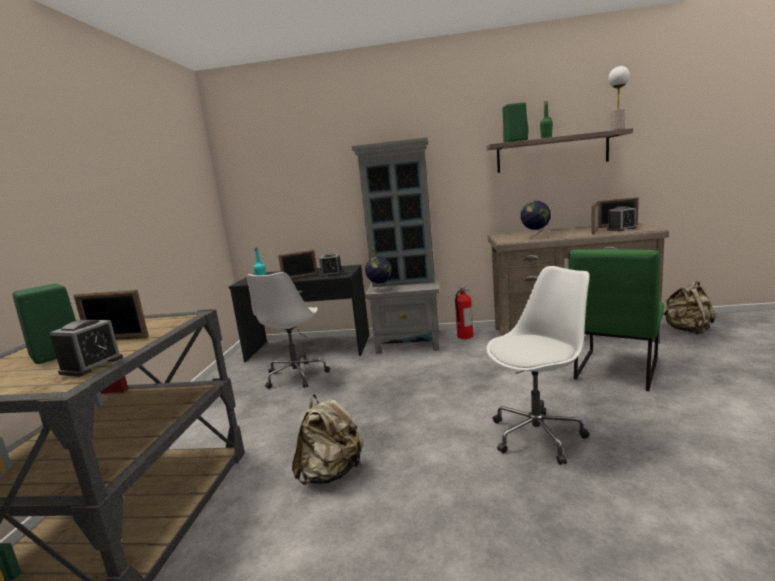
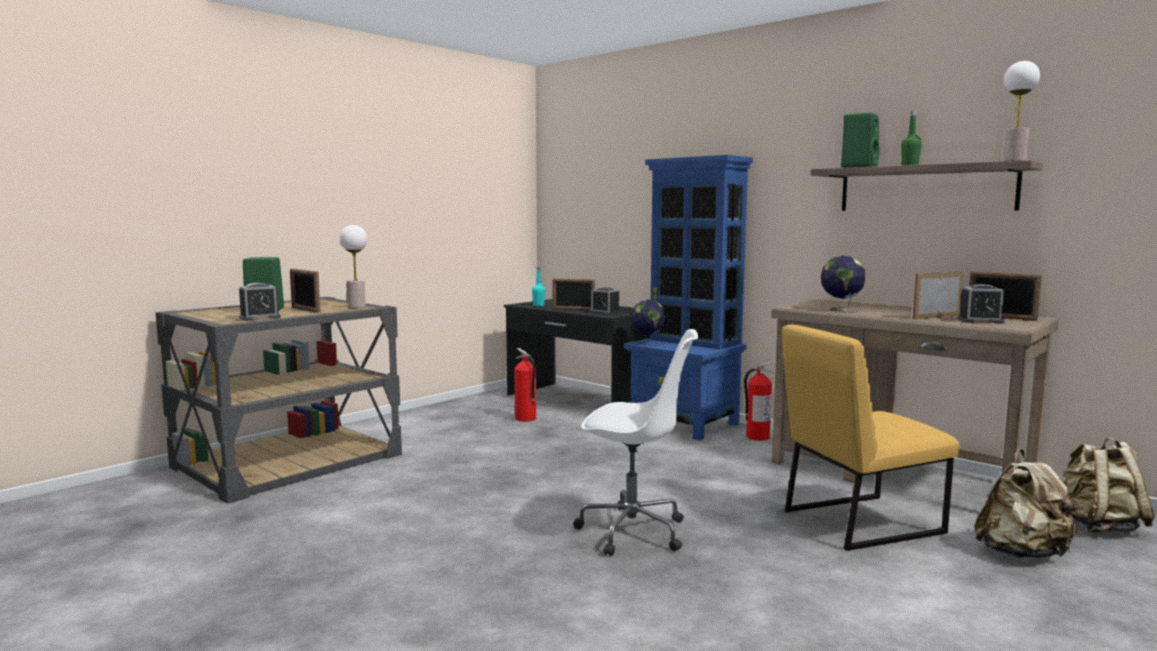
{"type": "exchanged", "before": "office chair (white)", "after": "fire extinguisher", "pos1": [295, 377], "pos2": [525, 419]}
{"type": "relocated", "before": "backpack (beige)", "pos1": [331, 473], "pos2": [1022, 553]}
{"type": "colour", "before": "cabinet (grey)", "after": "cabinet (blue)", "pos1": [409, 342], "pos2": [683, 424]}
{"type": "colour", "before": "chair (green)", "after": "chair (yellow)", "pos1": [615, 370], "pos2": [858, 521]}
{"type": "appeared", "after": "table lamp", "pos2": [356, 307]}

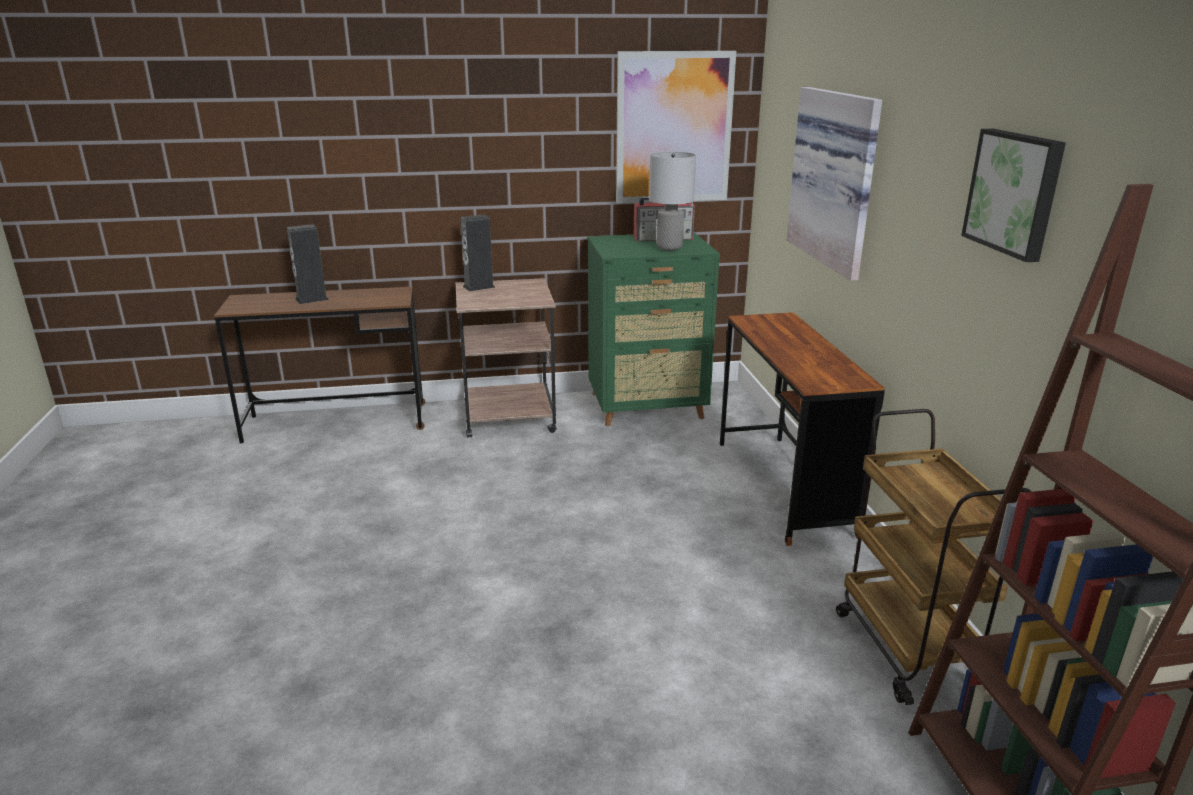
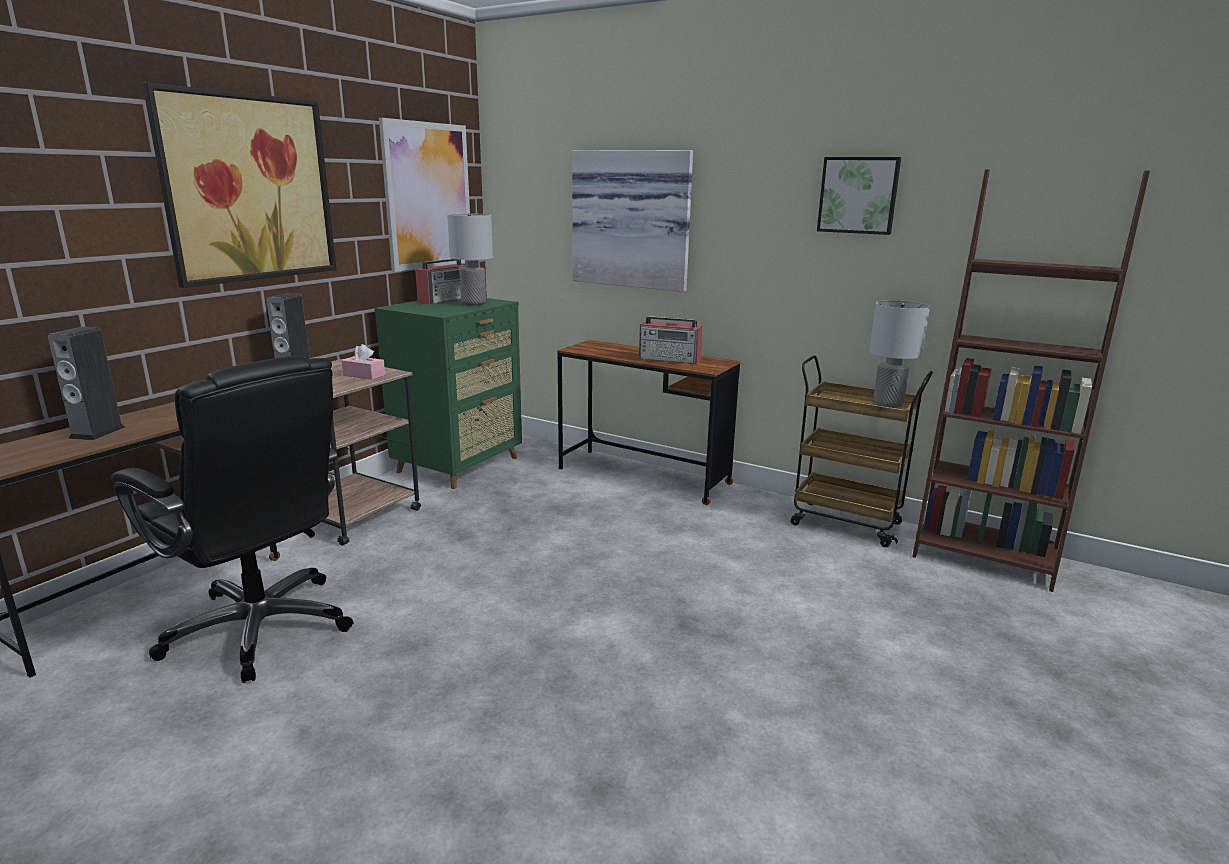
{"type": "appeared", "after": "office chair (black)", "pos2": [260, 627]}
{"type": "appeared", "after": "picture", "pos2": [249, 188]}
{"type": "appeared", "after": "tissue box (pink)", "pos2": [364, 375]}
{"type": "appeared", "after": "radio", "pos2": [670, 360]}
{"type": "appeared", "after": "table lamp (grey)", "pos2": [887, 406]}

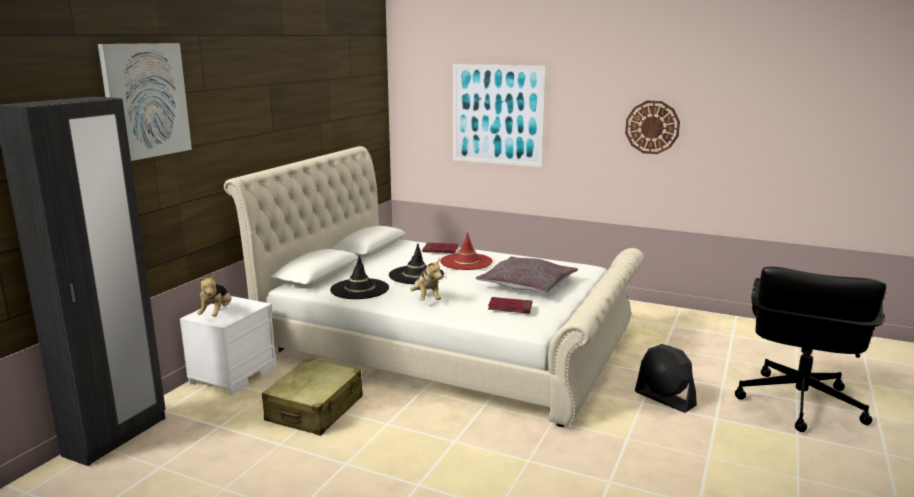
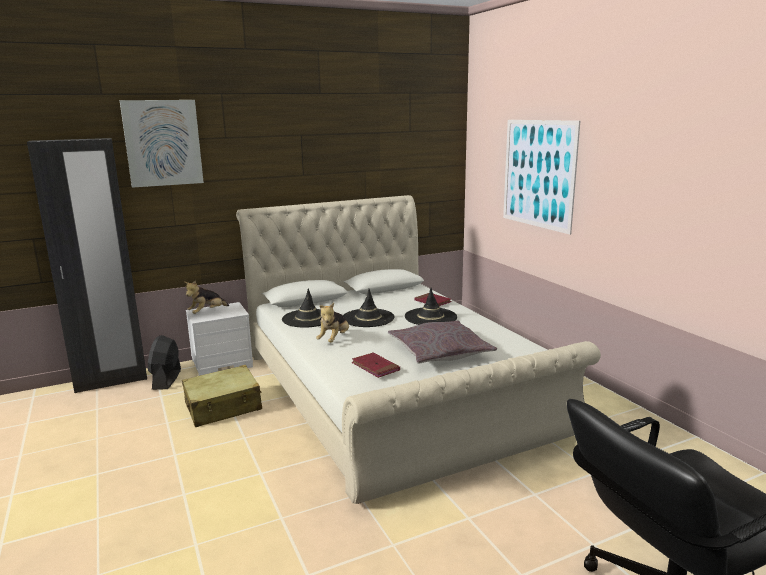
{"type": "colour", "before": "hat (red)", "after": "hat (black)", "pos1": [466, 262], "pos2": [430, 317]}
{"type": "missing", "before": "wall clock", "pos1": [652, 127]}
{"type": "relocated", "before": "fan (black)", "pos1": [665, 399], "pos2": [166, 379]}

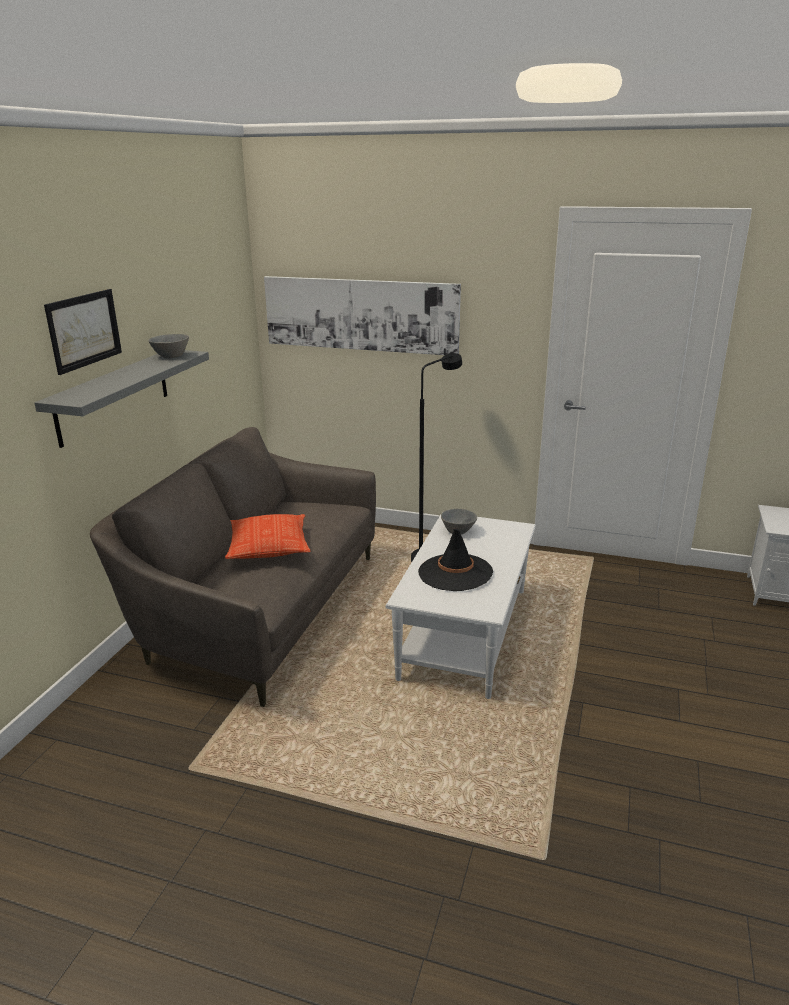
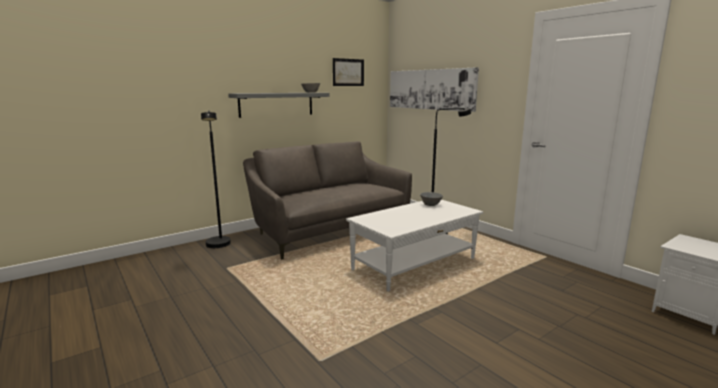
{"type": "relocated", "before": "picture", "pos1": [84, 330], "pos2": [348, 72]}
{"type": "missing", "before": "pillow (orange)", "pos1": [269, 548]}
{"type": "missing", "before": "hat (black)", "pos1": [455, 573]}
{"type": "appeared", "after": "floor lamp (black)", "pos2": [219, 246]}

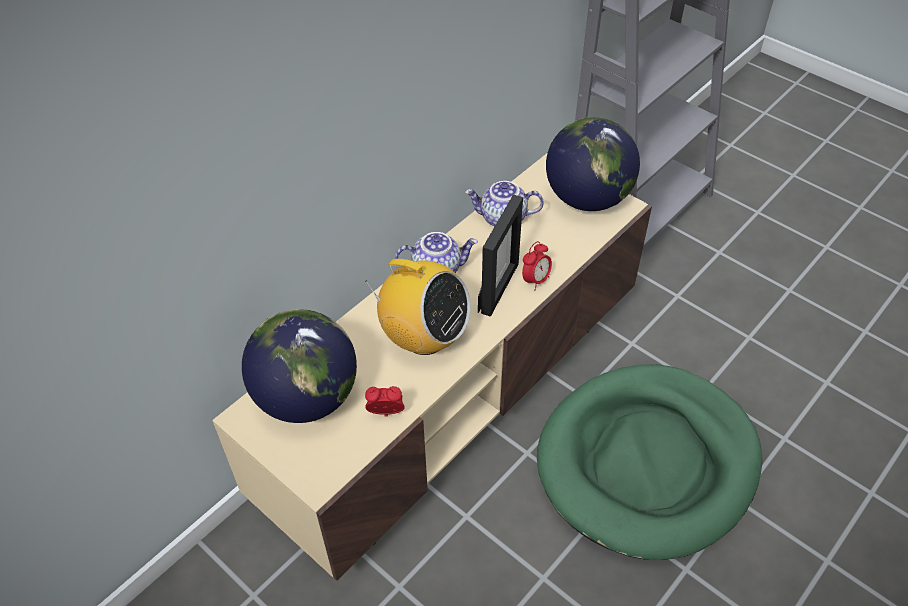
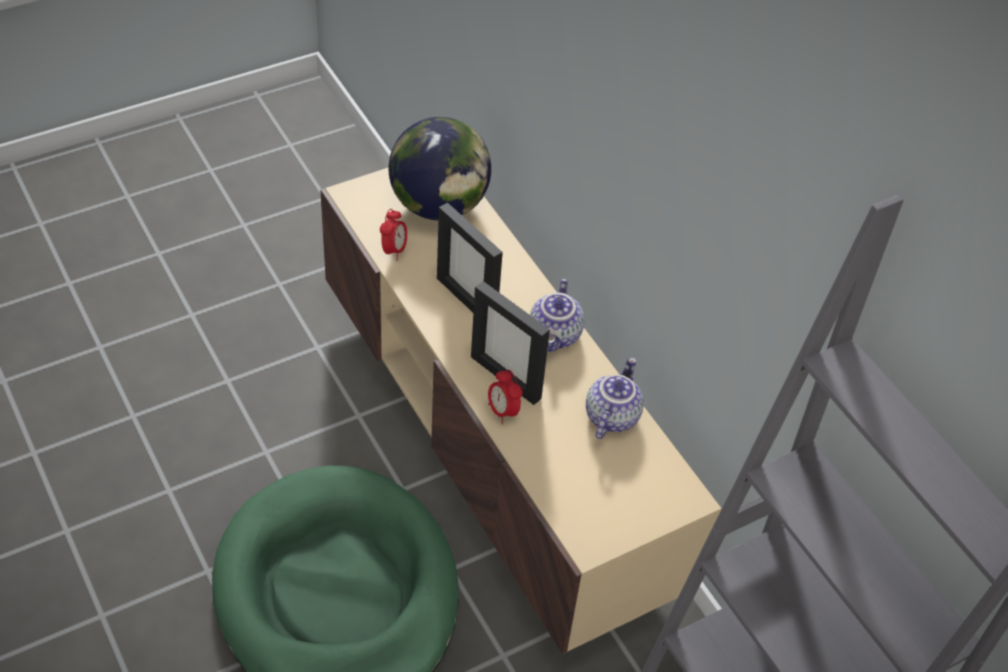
{"type": "exchanged", "before": "radio", "after": "picture frame", "pos1": [424, 338], "pos2": [468, 299]}
{"type": "missing", "before": "globe", "pos1": [587, 199]}

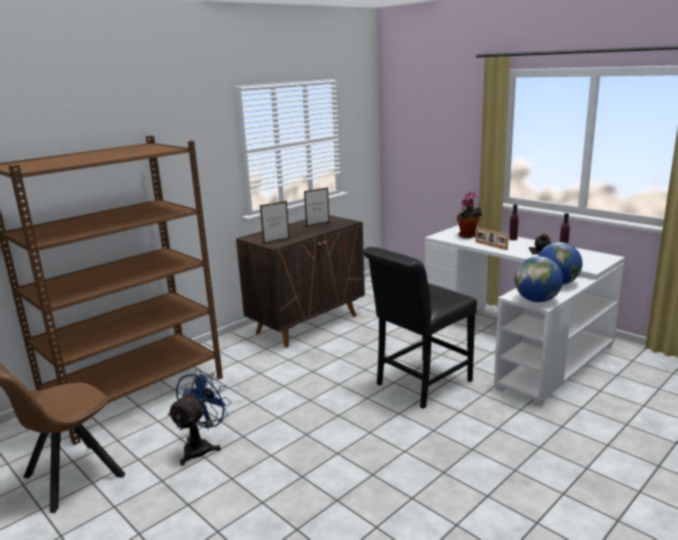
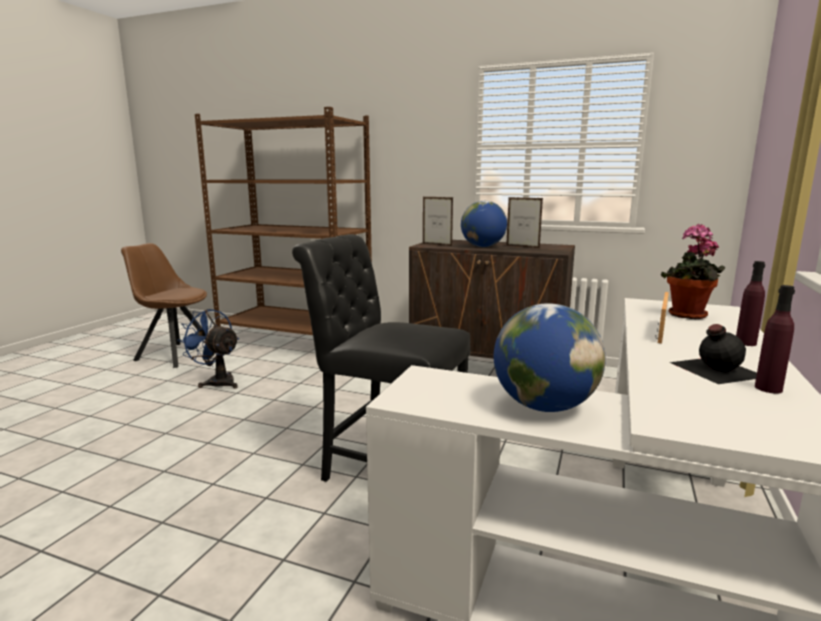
{"type": "spun", "before": "fan (blue)", "pos1": [202, 447], "pos2": [217, 382], "turn": -150}
{"type": "relocated", "before": "globe", "pos1": [536, 300], "pos2": [483, 246]}

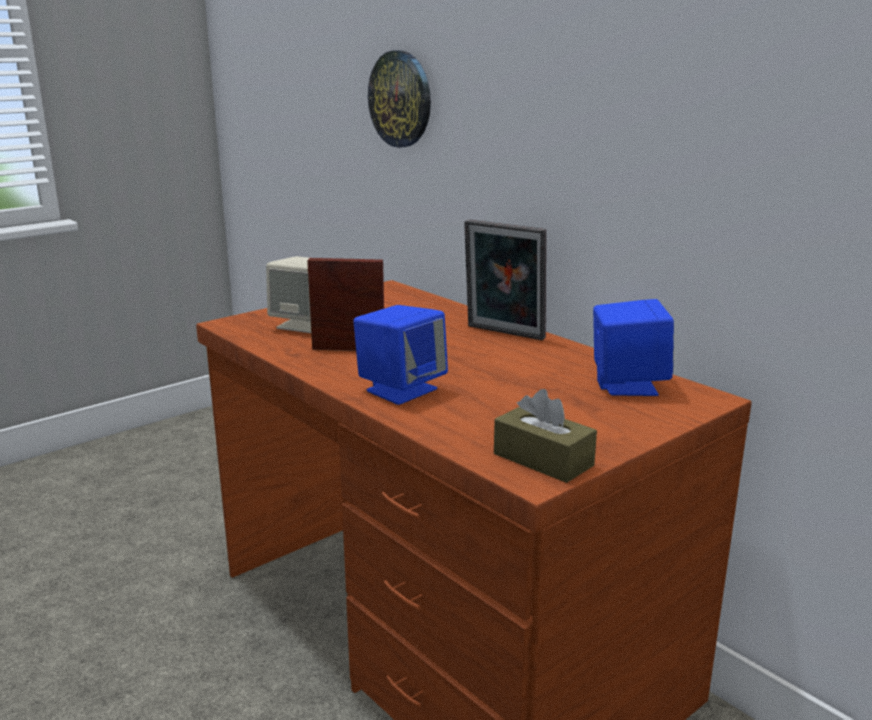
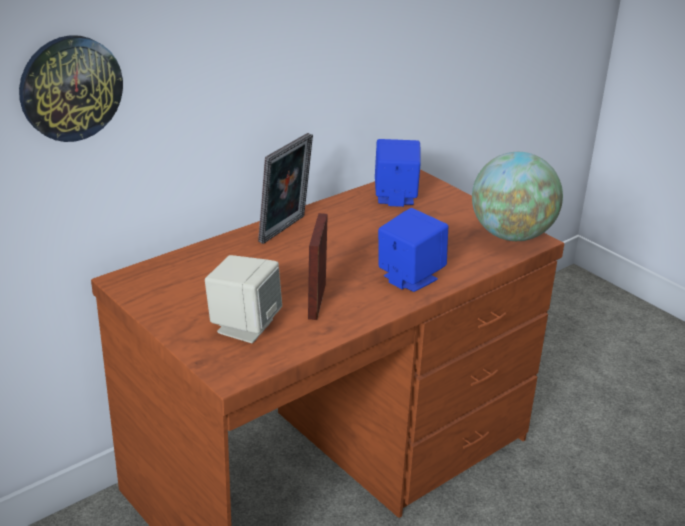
{"type": "exchanged", "before": "tissue box (brown)", "after": "globe", "pos1": [543, 460], "pos2": [511, 235]}

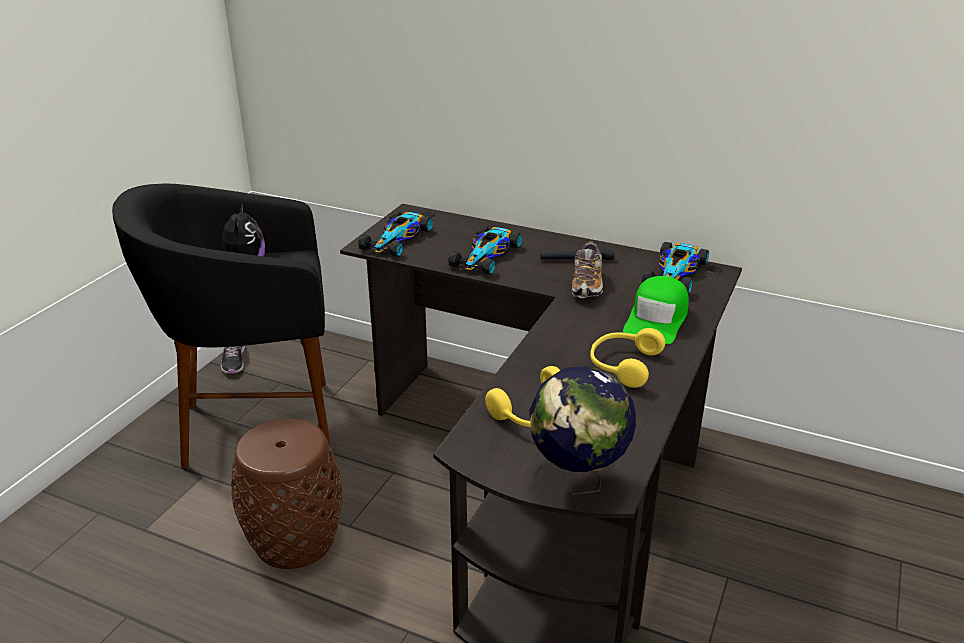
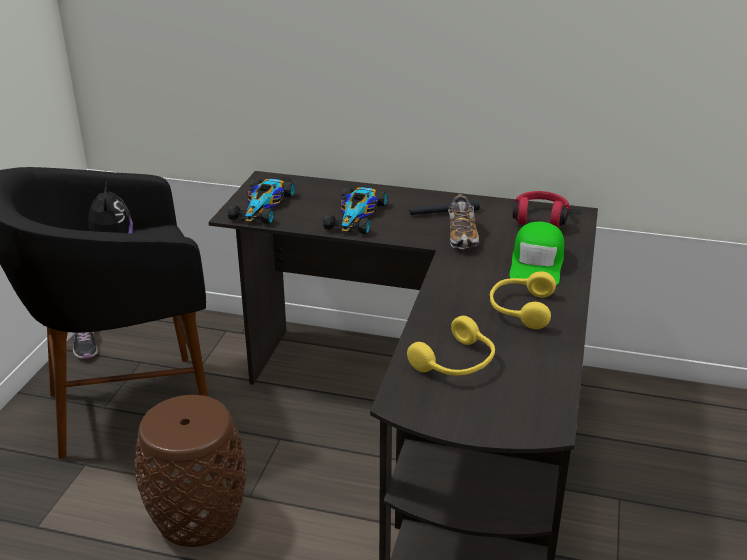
{"type": "missing", "before": "globe", "pos1": [577, 482]}
{"type": "exchanged", "before": "toy car", "after": "headphones (red)", "pos1": [675, 273], "pos2": [540, 218]}

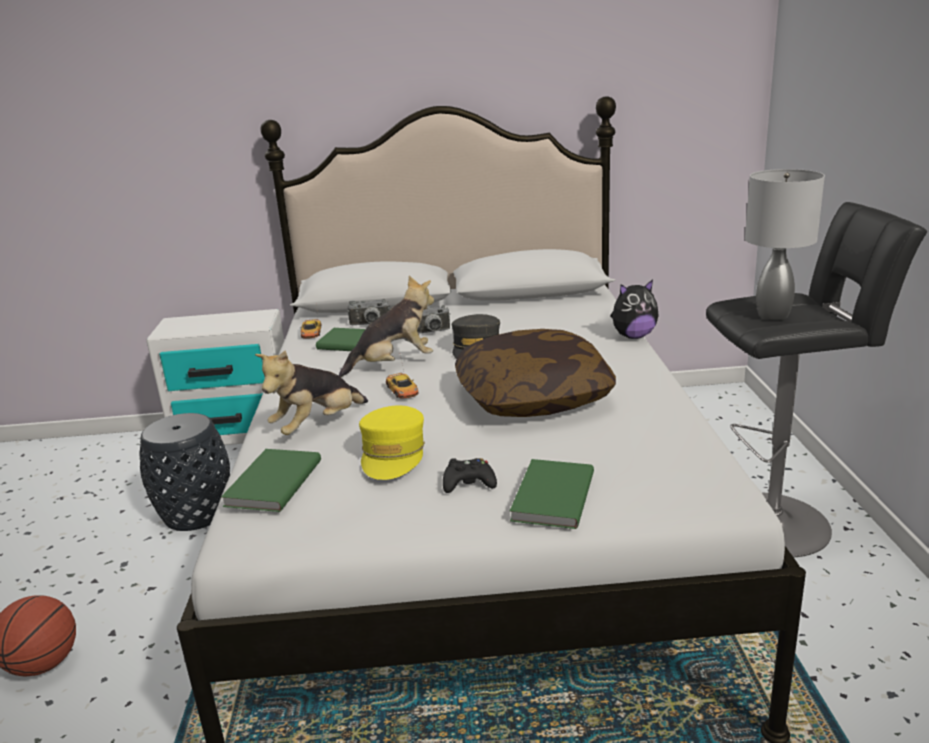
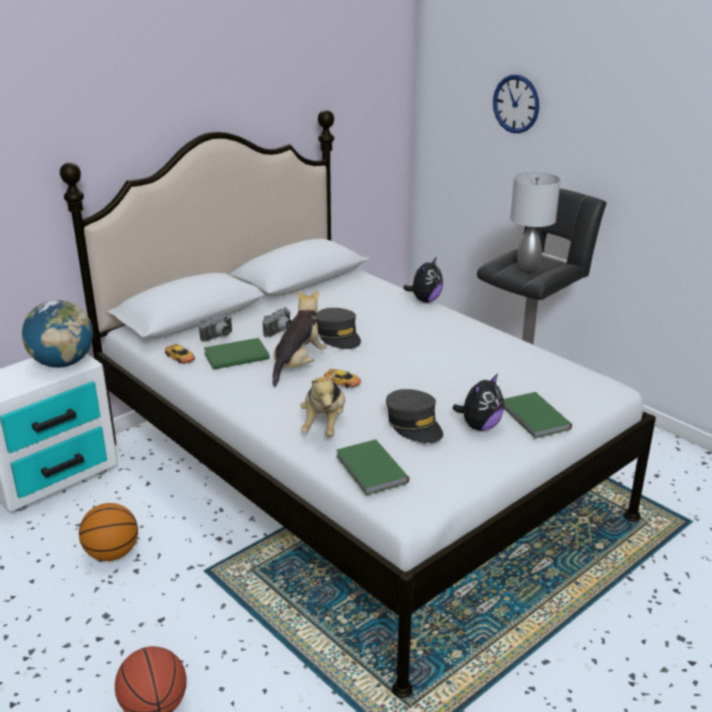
{"type": "exchanged", "before": "stool (black)", "after": "basketball", "pos1": [196, 514], "pos2": [112, 554]}
{"type": "colour", "before": "cap (yellow)", "after": "cap (grey)", "pos1": [393, 454], "pos2": [414, 425]}
{"type": "exchanged", "before": "game controller (black)", "after": "plush toy", "pos1": [469, 483], "pos2": [479, 426]}
{"type": "missing", "before": "pillow", "pos1": [533, 397]}
{"type": "appeared", "after": "globe", "pos2": [63, 363]}
{"type": "appeared", "after": "wall clock", "pos2": [516, 104]}

